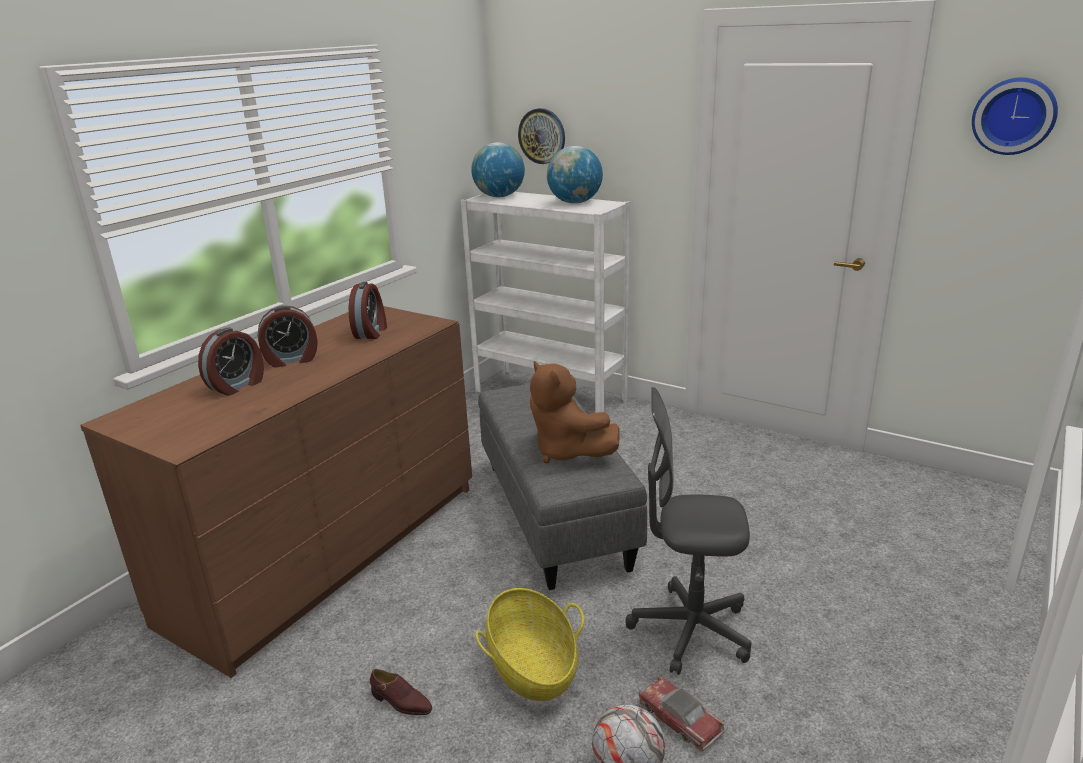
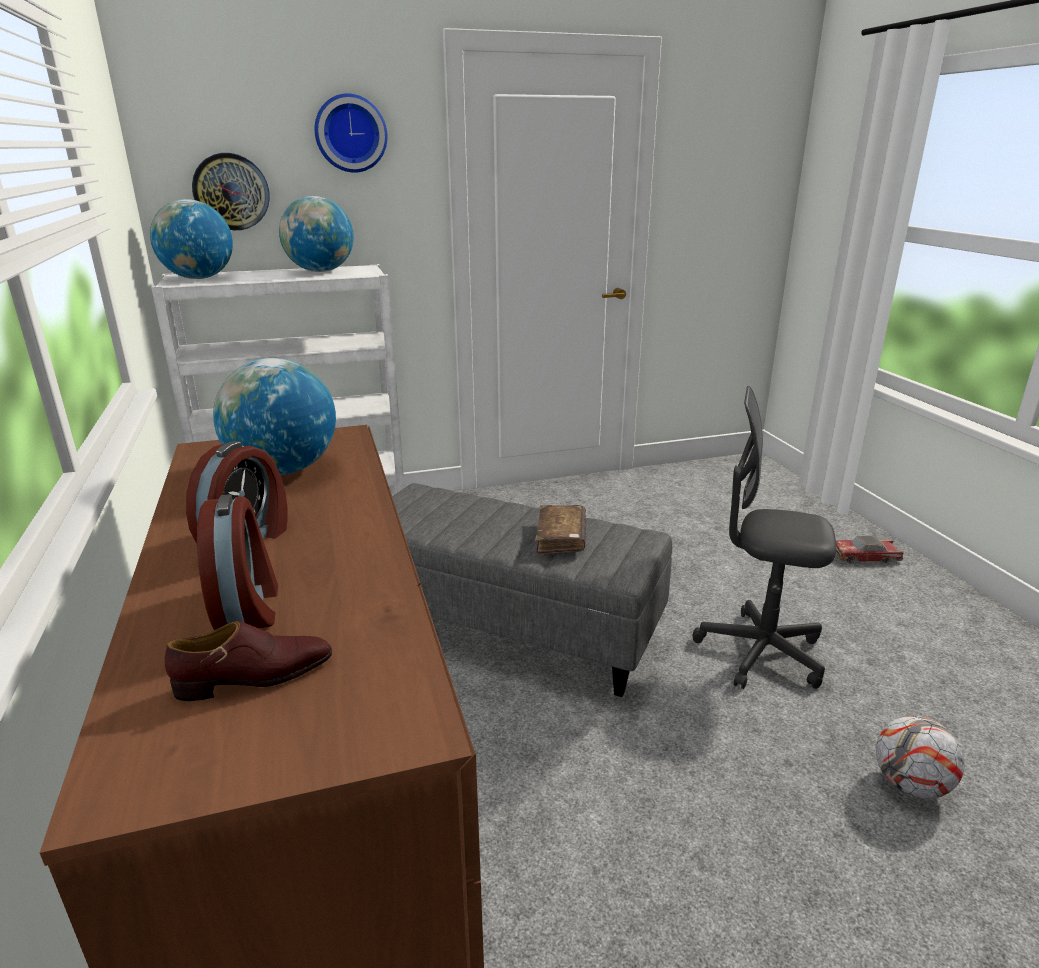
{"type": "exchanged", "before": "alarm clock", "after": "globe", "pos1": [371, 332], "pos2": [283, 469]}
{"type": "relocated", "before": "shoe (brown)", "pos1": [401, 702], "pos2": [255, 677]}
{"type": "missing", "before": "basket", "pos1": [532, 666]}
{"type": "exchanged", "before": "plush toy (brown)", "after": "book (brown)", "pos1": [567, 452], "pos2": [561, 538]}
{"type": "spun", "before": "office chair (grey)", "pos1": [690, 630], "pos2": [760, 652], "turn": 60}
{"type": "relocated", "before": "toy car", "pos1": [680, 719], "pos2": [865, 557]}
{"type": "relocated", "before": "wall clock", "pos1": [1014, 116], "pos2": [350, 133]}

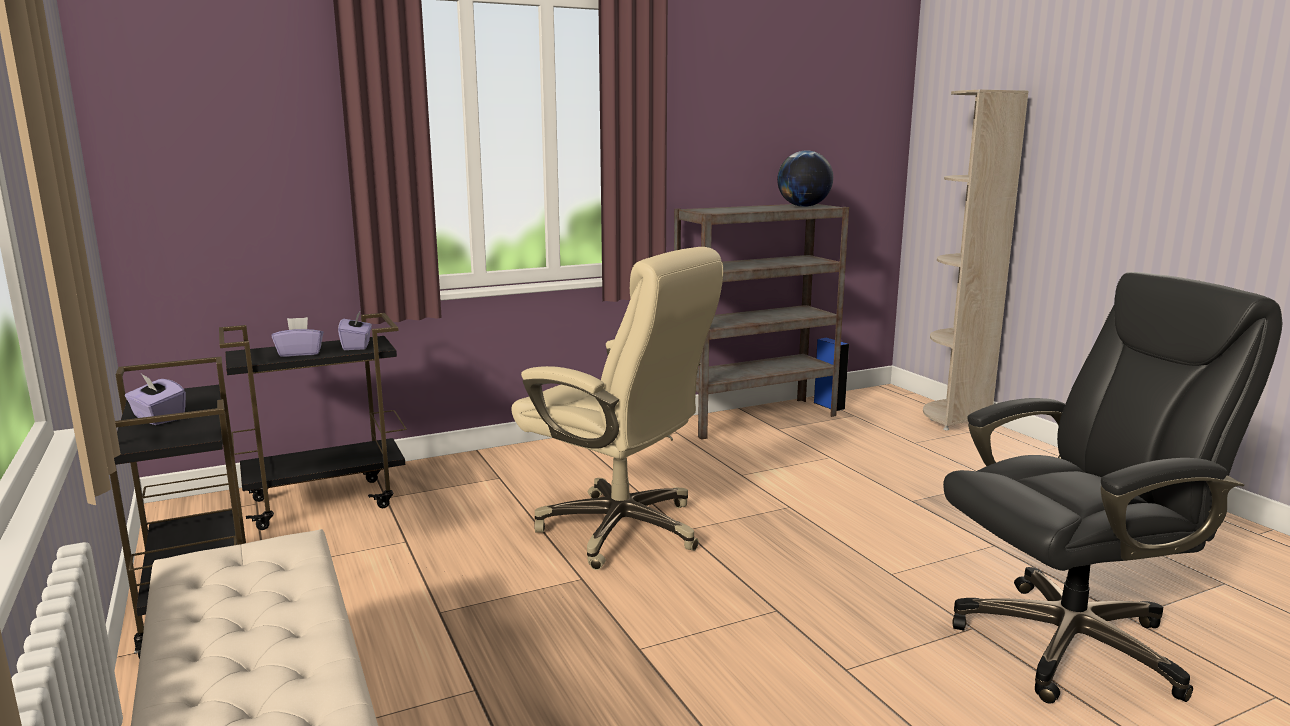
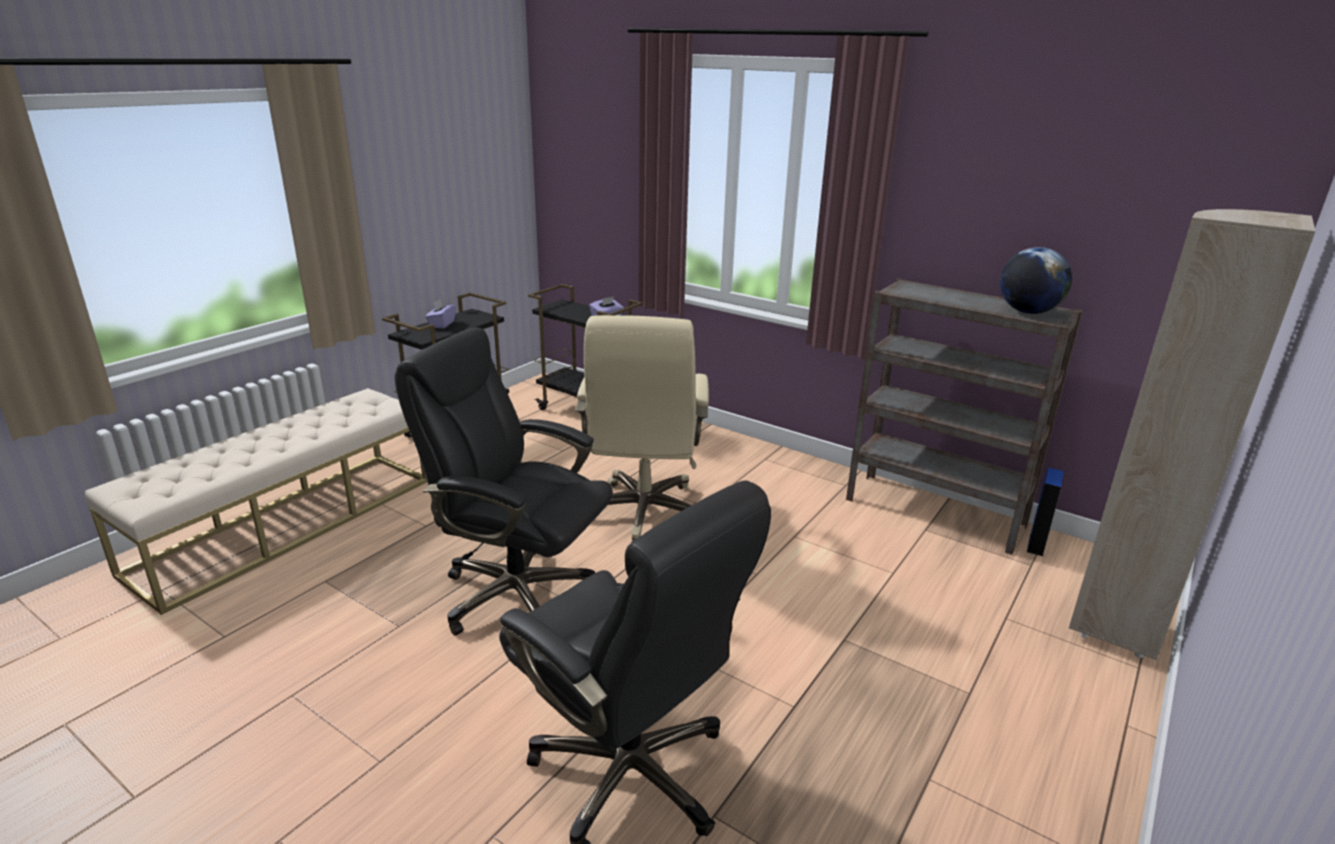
{"type": "missing", "before": "tissue box (purple)", "pos1": [300, 353]}
{"type": "appeared", "after": "office chair (black)", "pos2": [520, 596]}

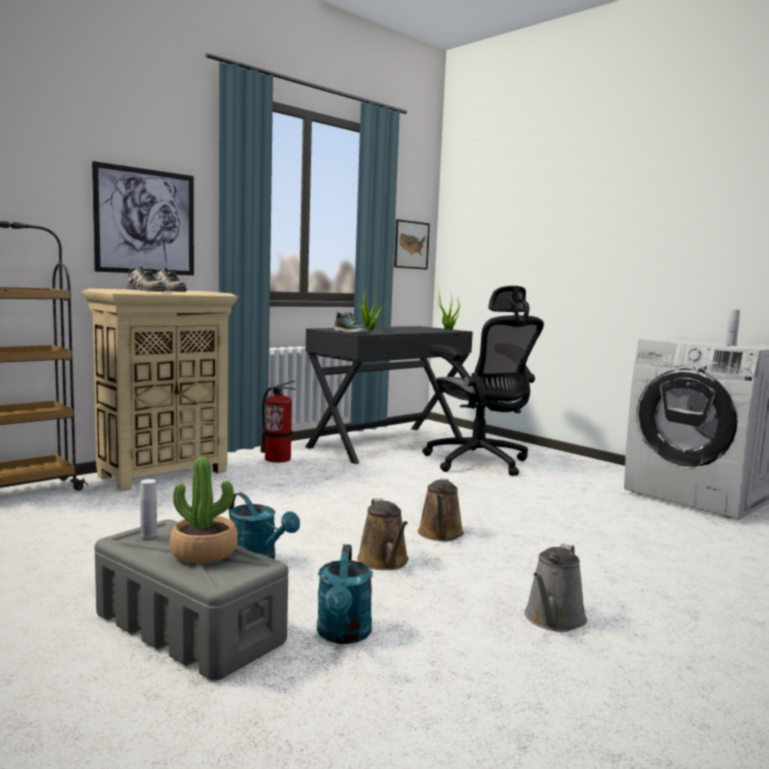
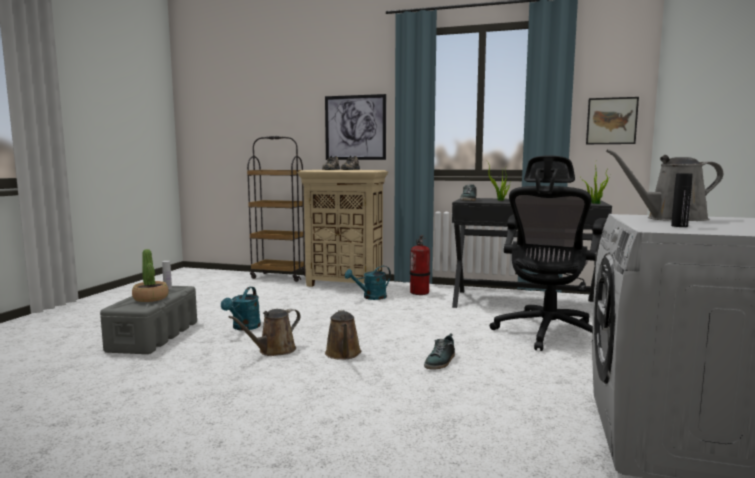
{"type": "relocated", "before": "watering can (turquoise)", "pos1": [343, 635], "pos2": [371, 297]}
{"type": "spun", "before": "watering can (brown)", "pos1": [440, 534], "pos2": [343, 354], "turn": -75}
{"type": "relocated", "before": "watering can (grey)", "pos1": [553, 619], "pos2": [671, 219]}
{"type": "colour", "before": "bottle (white)", "after": "bottle (black)", "pos1": [730, 345], "pos2": [679, 226]}
{"type": "appeared", "after": "shoe", "pos2": [440, 361]}

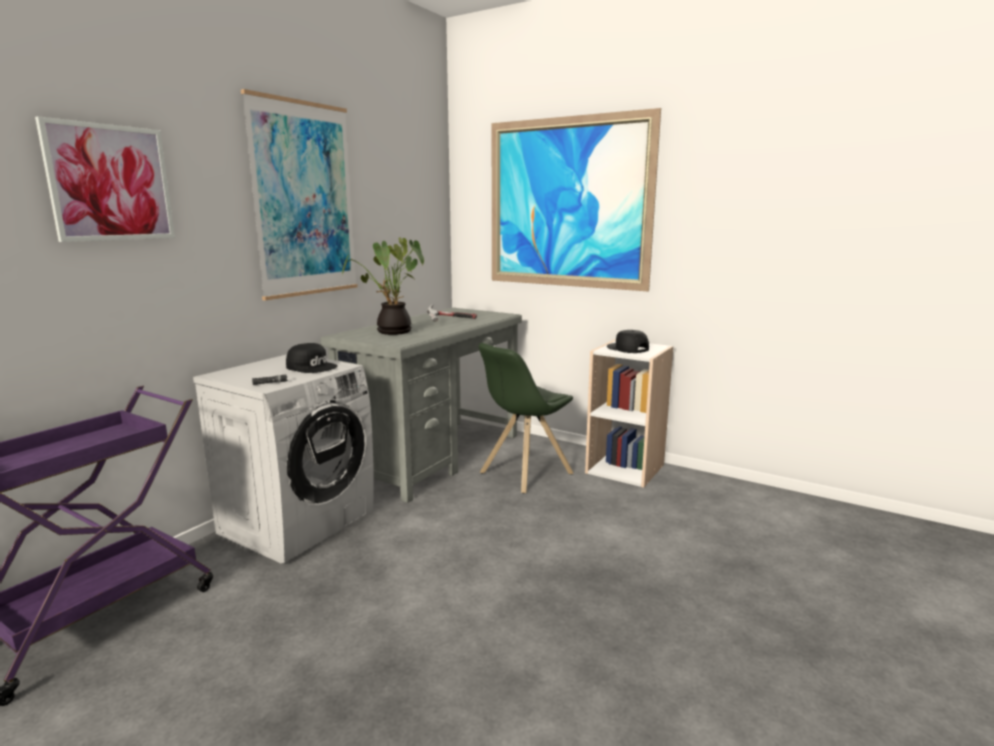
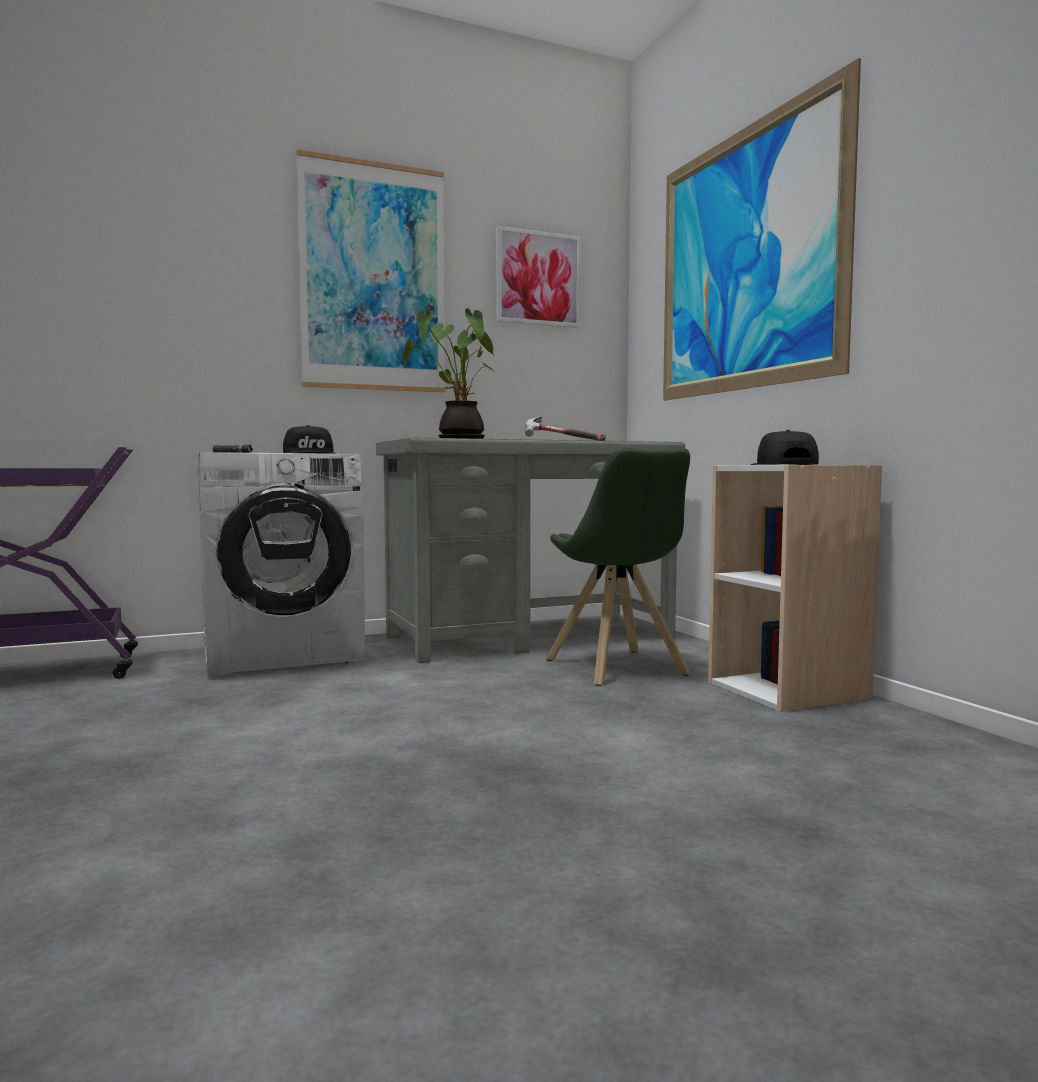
{"type": "relocated", "before": "picture", "pos1": [110, 183], "pos2": [538, 279]}
{"type": "spun", "before": "chair (green)", "pos1": [525, 473], "pos2": [617, 667], "turn": -105}

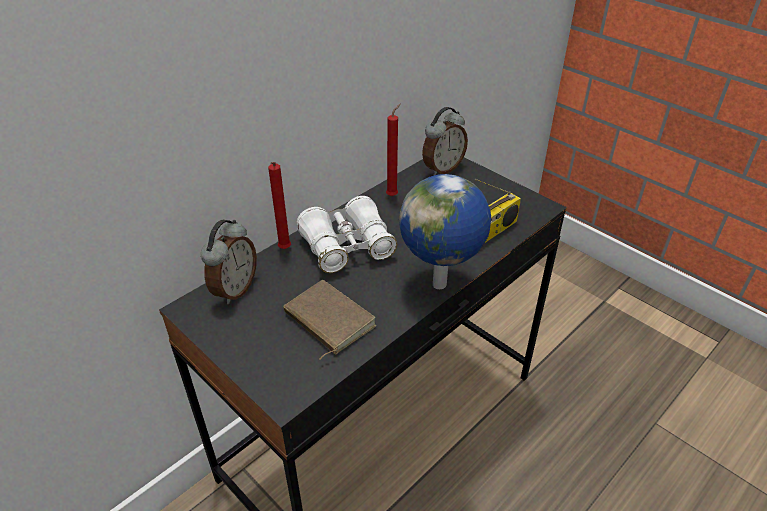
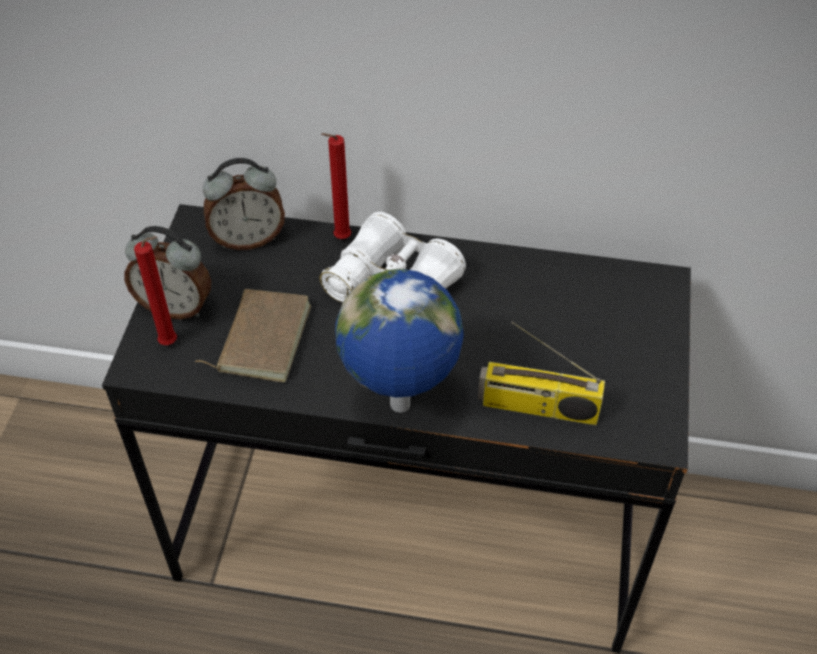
{"type": "relocated", "before": "candle (red)", "pos1": [393, 195], "pos2": [171, 343]}
{"type": "relocated", "before": "alarm clock", "pos1": [442, 168], "pos2": [176, 306]}

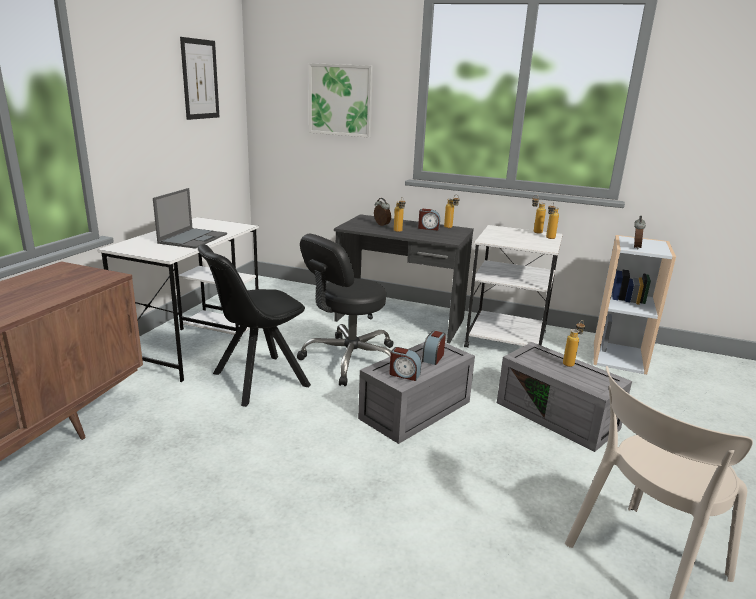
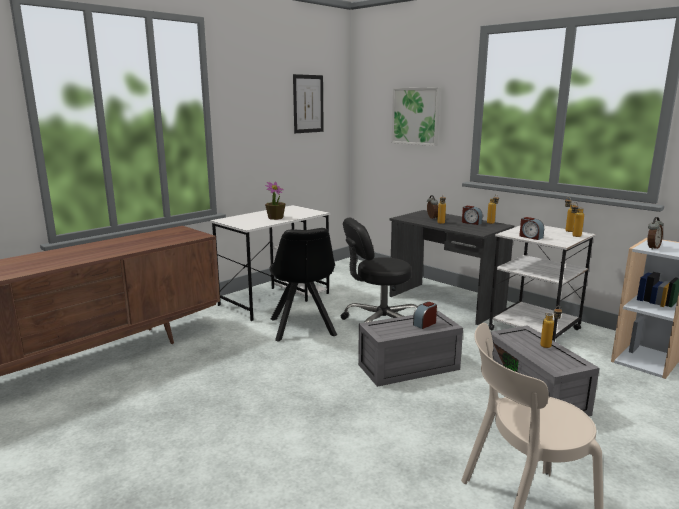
{"type": "exchanged", "before": "laptop", "after": "potted plant", "pos1": [193, 238], "pos2": [275, 218]}
{"type": "spun", "before": "chair (black)", "pos1": [258, 380], "pos2": [303, 328], "turn": -90}
{"type": "relocated", "before": "alarm clock", "pos1": [404, 374], "pos2": [530, 237]}

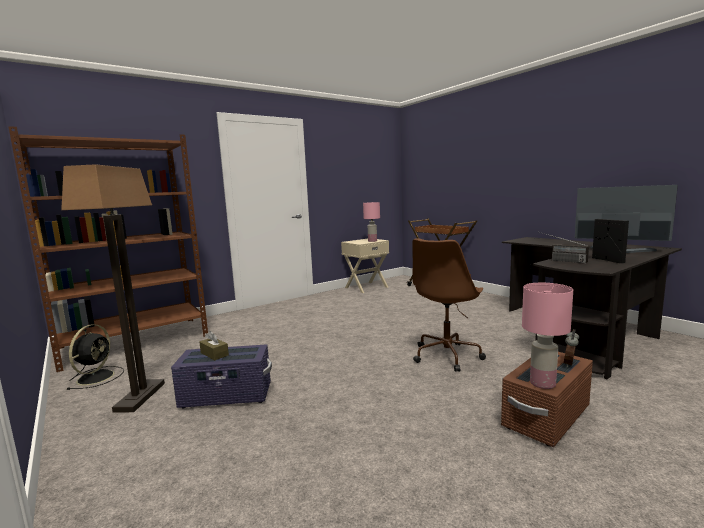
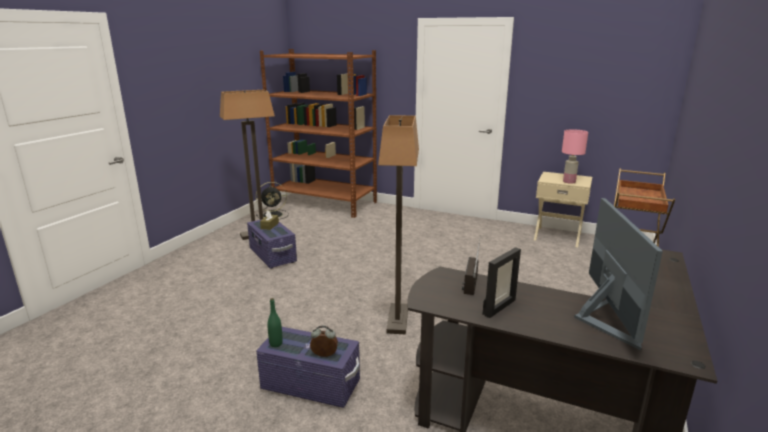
{"type": "exchanged", "before": "office chair (brown)", "after": "floor lamp", "pos1": [446, 356], "pos2": [397, 319]}
{"type": "colour", "before": "storage box (brown)", "after": "storage box (purple)", "pos1": [546, 416], "pos2": [310, 385]}
{"type": "exchanged", "before": "table lamp (pink)", "after": "bottle (green)", "pos1": [543, 383], "pos2": [276, 343]}

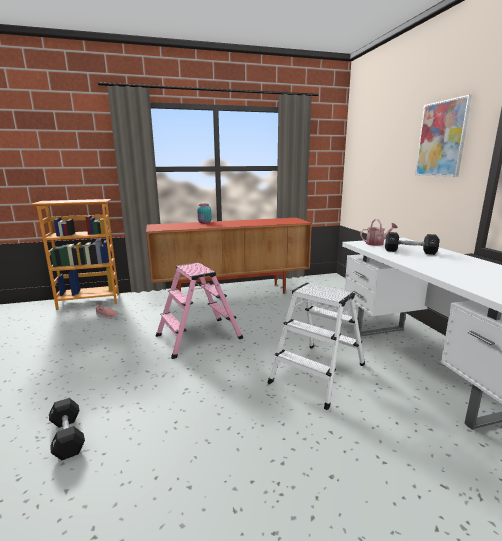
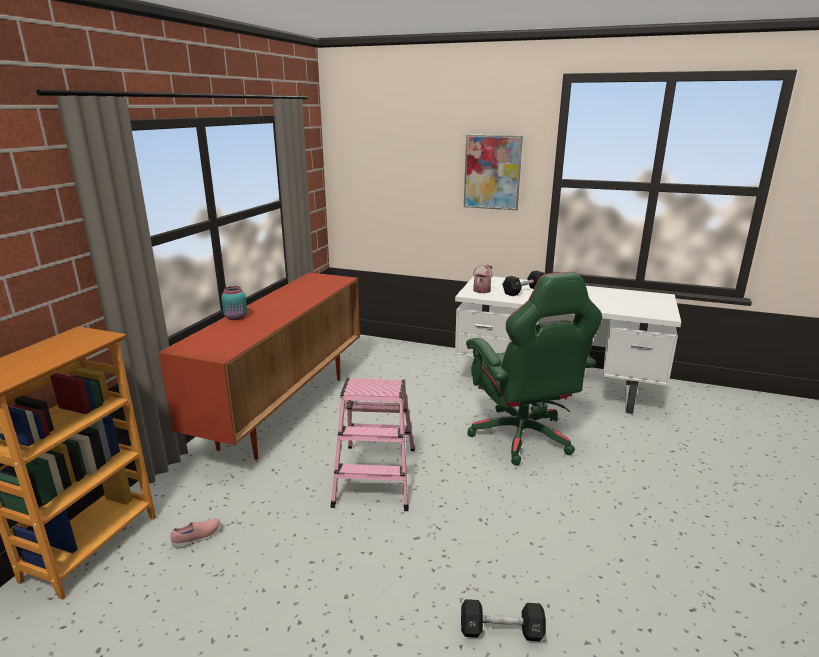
{"type": "exchanged", "before": "step ladder (white)", "after": "office chair (green)", "pos1": [318, 373], "pos2": [521, 435]}

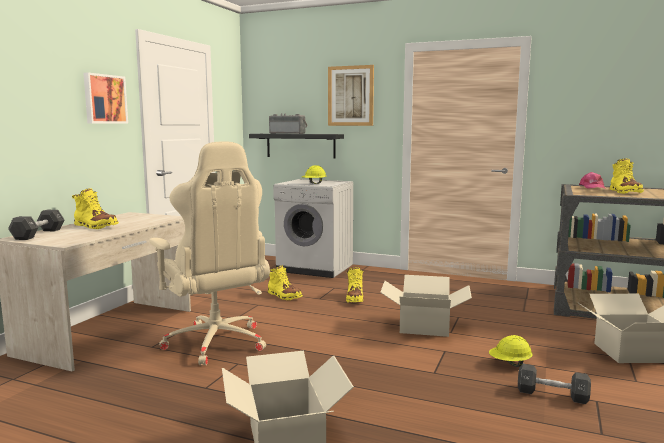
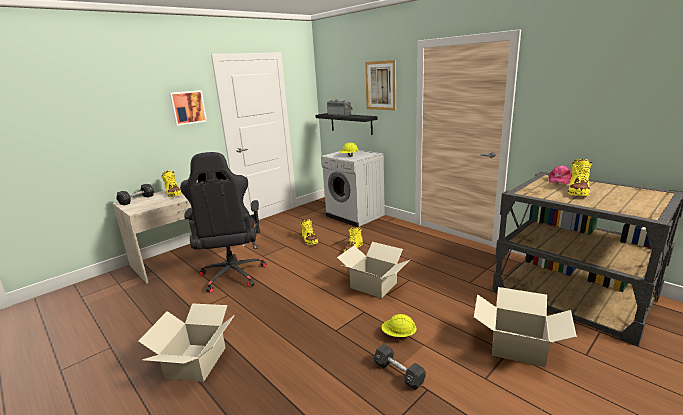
{"type": "colour", "before": "office chair (beige)", "after": "office chair (black)", "pos1": [215, 342], "pos2": [232, 275]}

